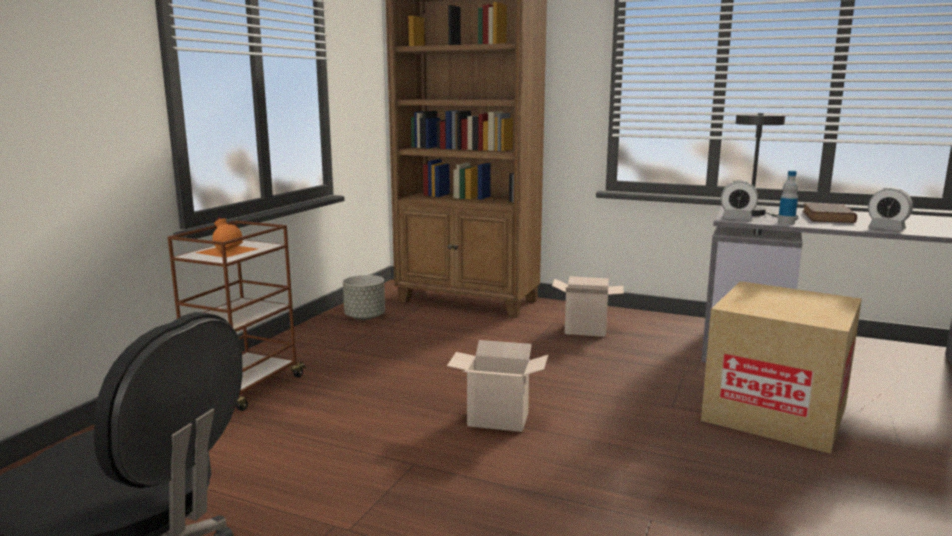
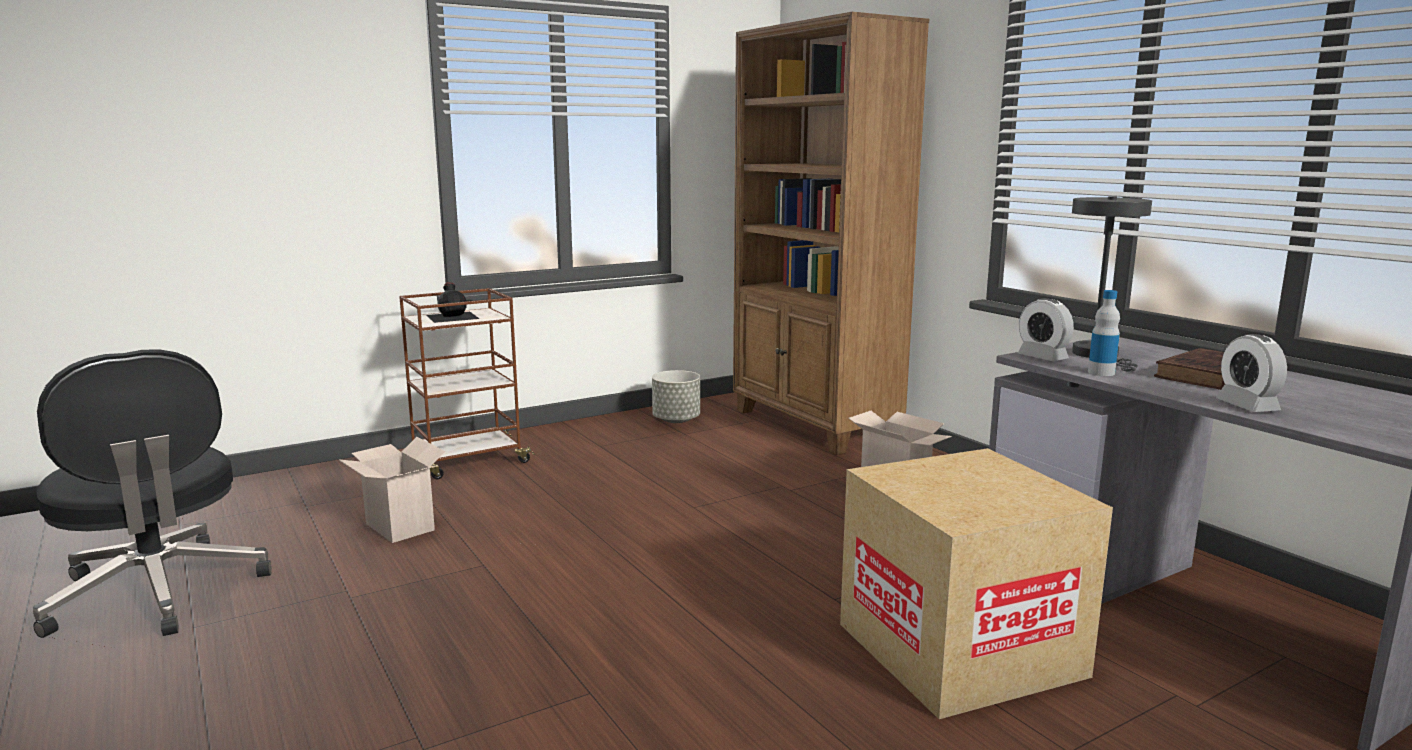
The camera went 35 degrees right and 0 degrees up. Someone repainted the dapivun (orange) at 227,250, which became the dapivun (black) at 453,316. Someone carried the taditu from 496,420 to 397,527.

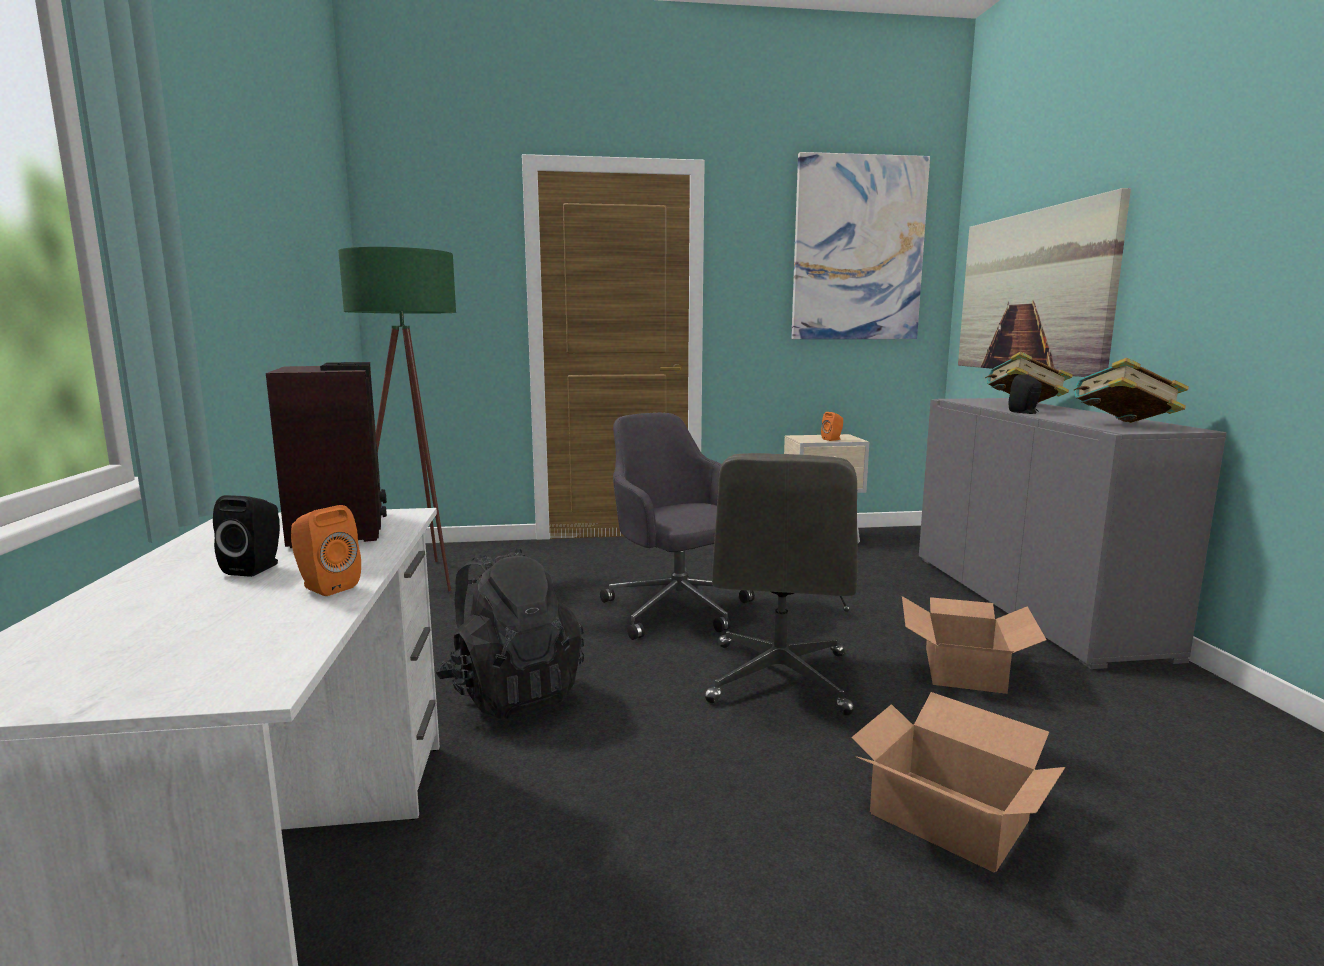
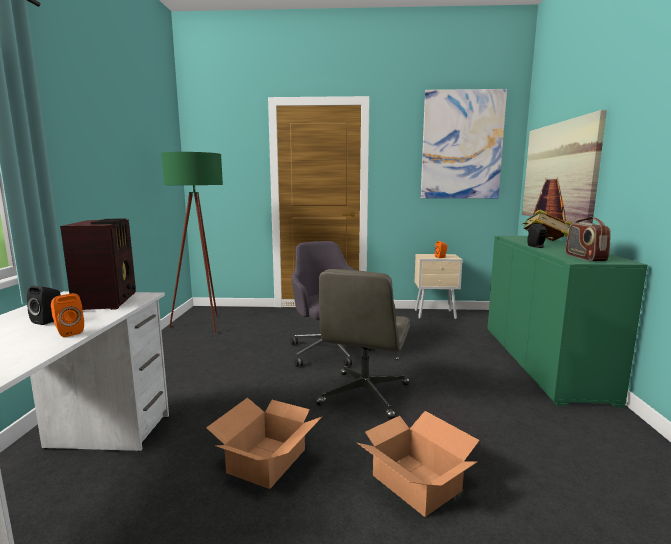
The camera went 10 degrees right and 0 degrees up. Someone took away the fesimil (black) at 512,694. Someone carried the taditu from 965,669 to 268,460. Someone repainted the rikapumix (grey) at 1029,602, which became the rikapumix (green) at 542,361. Someone swapped the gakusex at 1123,425 for the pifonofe at 584,258.

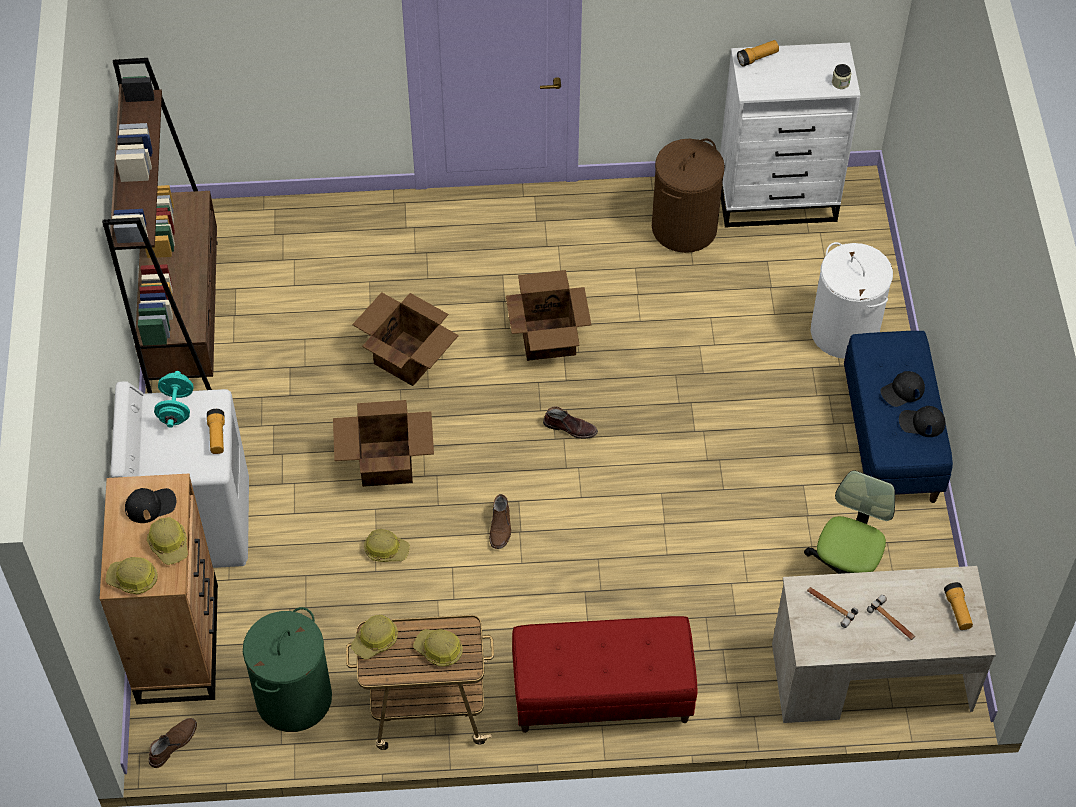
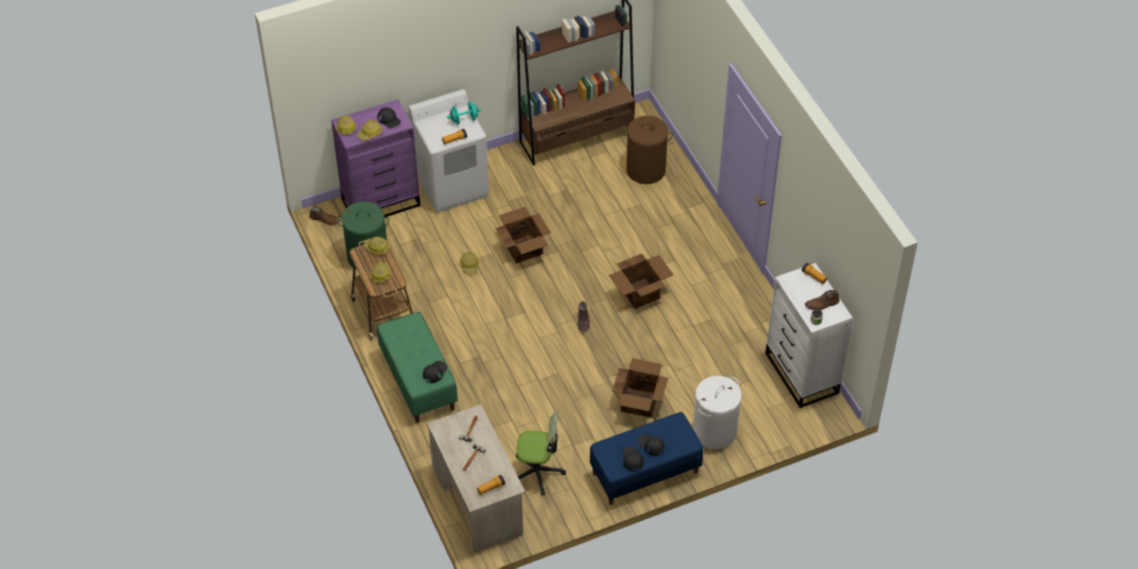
The camera went 70 degrees right and 5 degrees down. Someone repainted the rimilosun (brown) at 178,642, which became the rimilosun (purple) at 381,202. Someone carried the taditu from 407,357 to 639,402. Someone carried the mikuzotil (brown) from 500,527 to 822,304. Someone repainted the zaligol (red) at 601,695, which became the zaligol (green) at 418,381. Someone carried the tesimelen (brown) from 684,227 to 646,170. Someone put down the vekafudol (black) at 434,372.

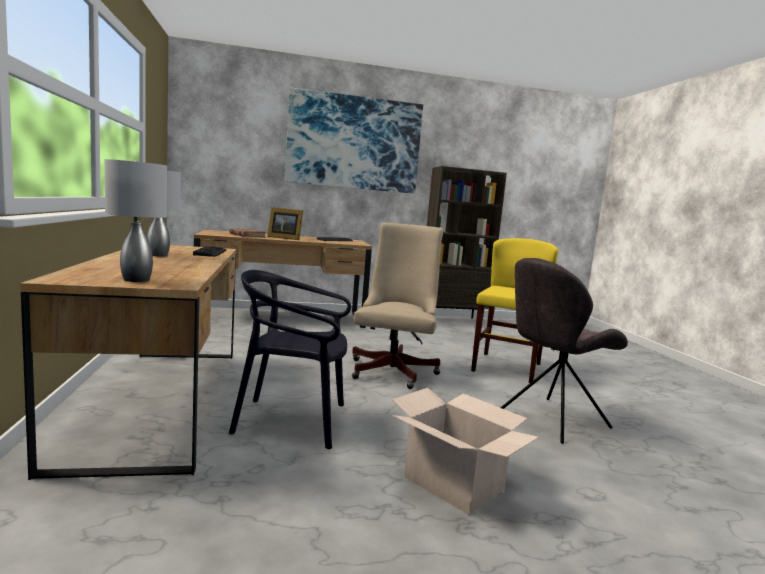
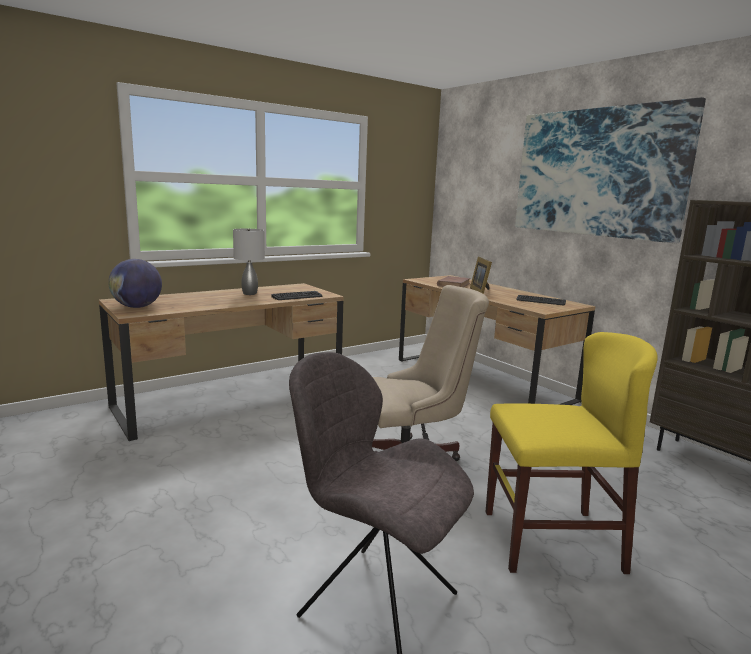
The camera went 65 degrees right and 5 degrees up. Someone swapped the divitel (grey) at 137,280 for the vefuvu at 137,307. Someone took away the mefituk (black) at 292,421. Someone took away the taditu at 452,484.

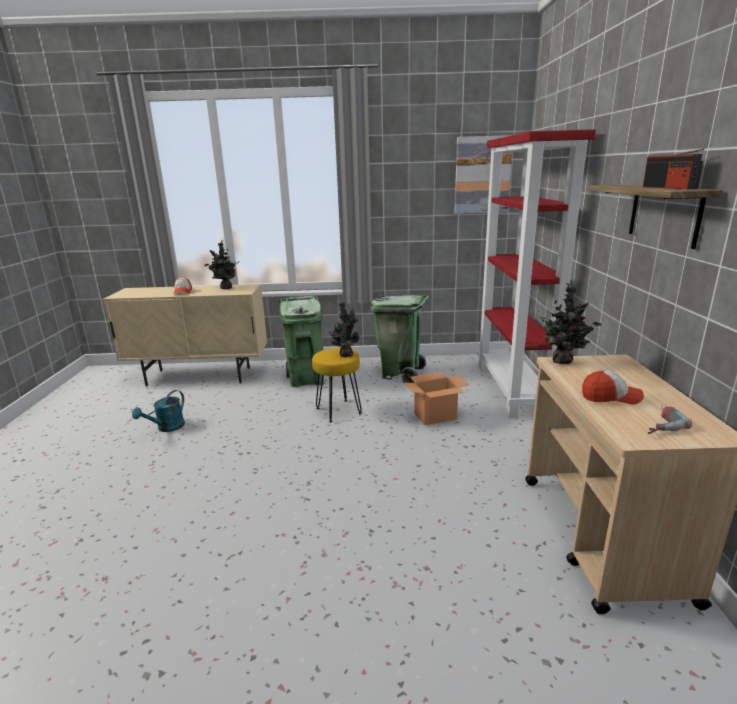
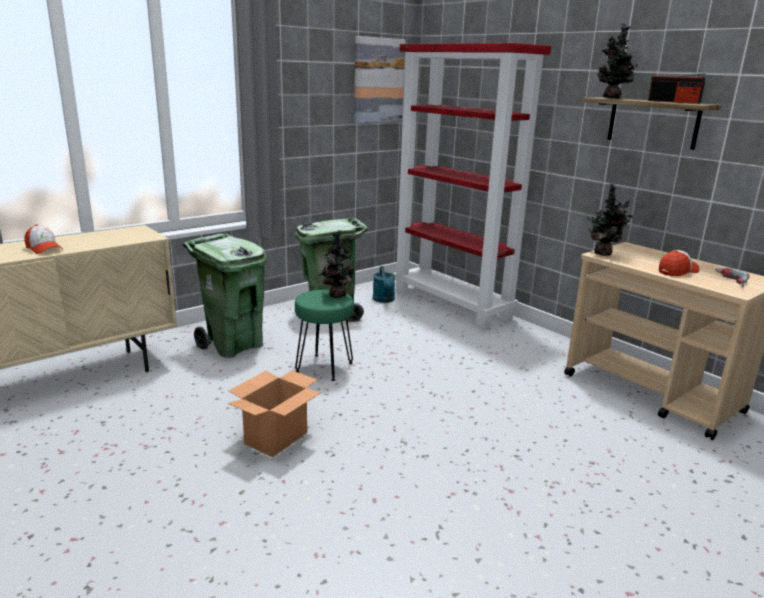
The camera went 40 degrees left and 0 degrees up. Someone carried the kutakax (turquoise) from 167,428 to 384,300. Someone carried the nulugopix from 225,288 to 612,98. Someone repainted the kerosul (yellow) at 338,410, which became the kerosul (green) at 324,367. Someone carried the taditu from 435,416 to 276,438.

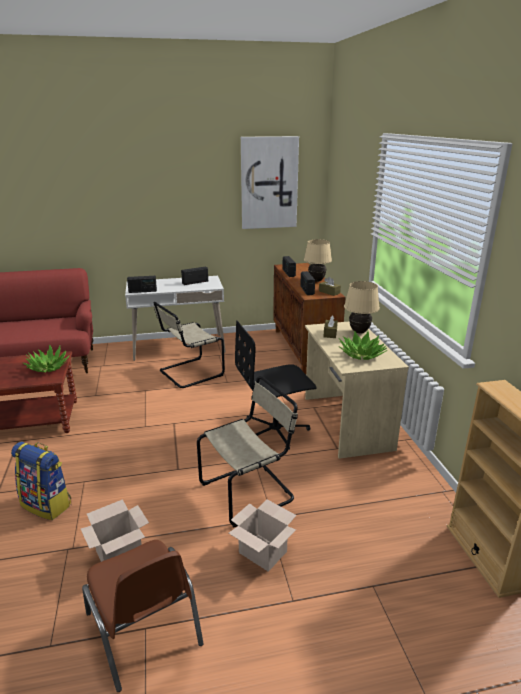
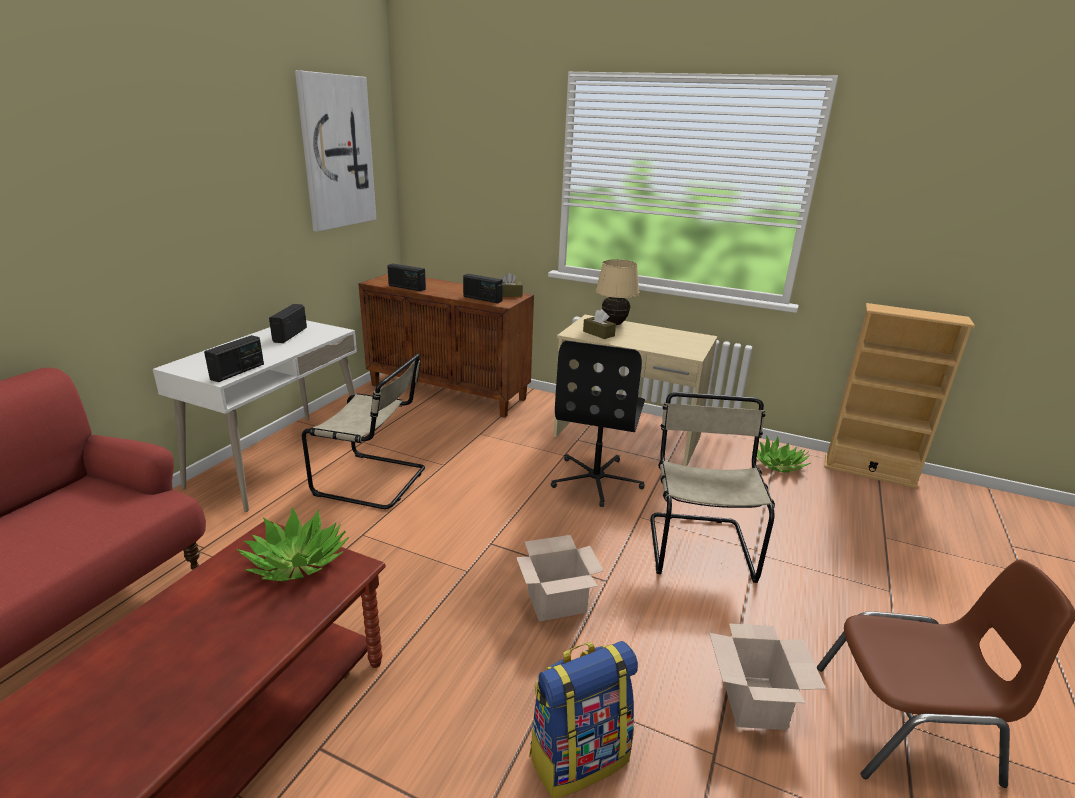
The camera went 55 degrees left and 0 degrees up. Someone rotated the mefituk (beige) at 189,373 by 75 degrees counterclockwise. Someone carried the taditu from 264,552 to 557,601. Someone took away the divitel (beige) at 316,281. Someone carried the nulugopix from 361,355 to 778,465.

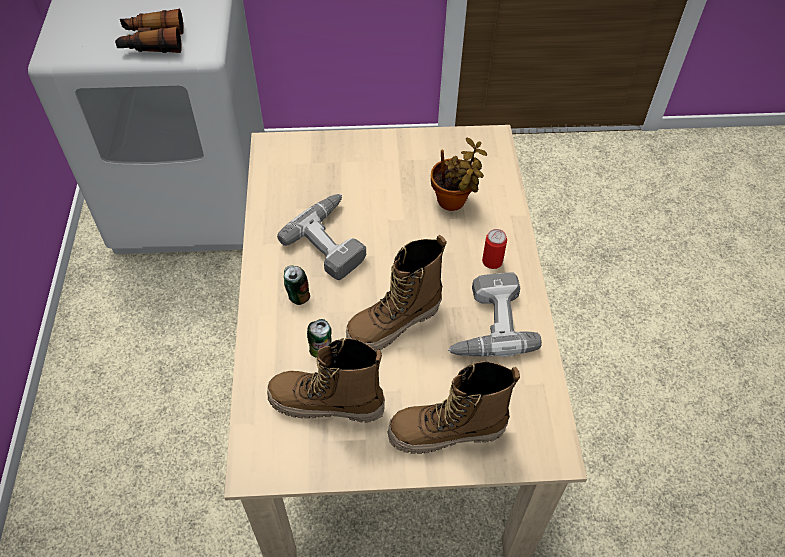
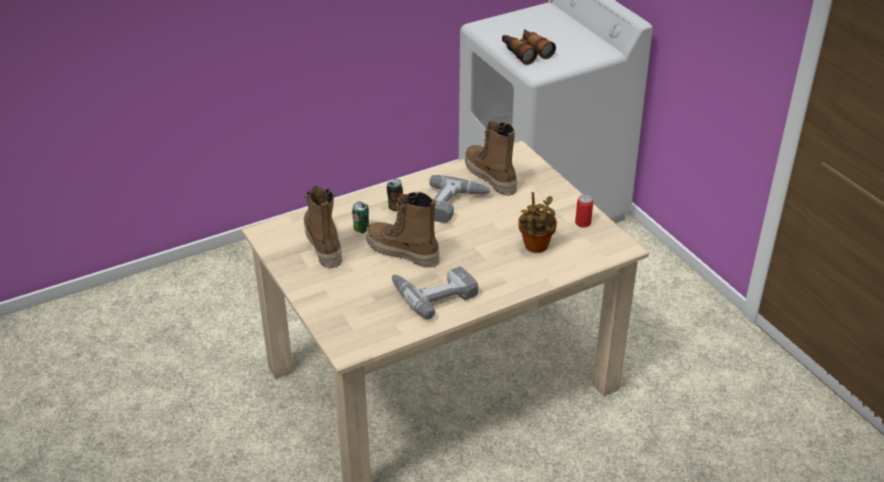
The camera went 65 degrees right and 15 degrees down. Someone carried the mikuzotil from 446,433 to 490,177. Someone carried the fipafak from 492,261 to 583,223.

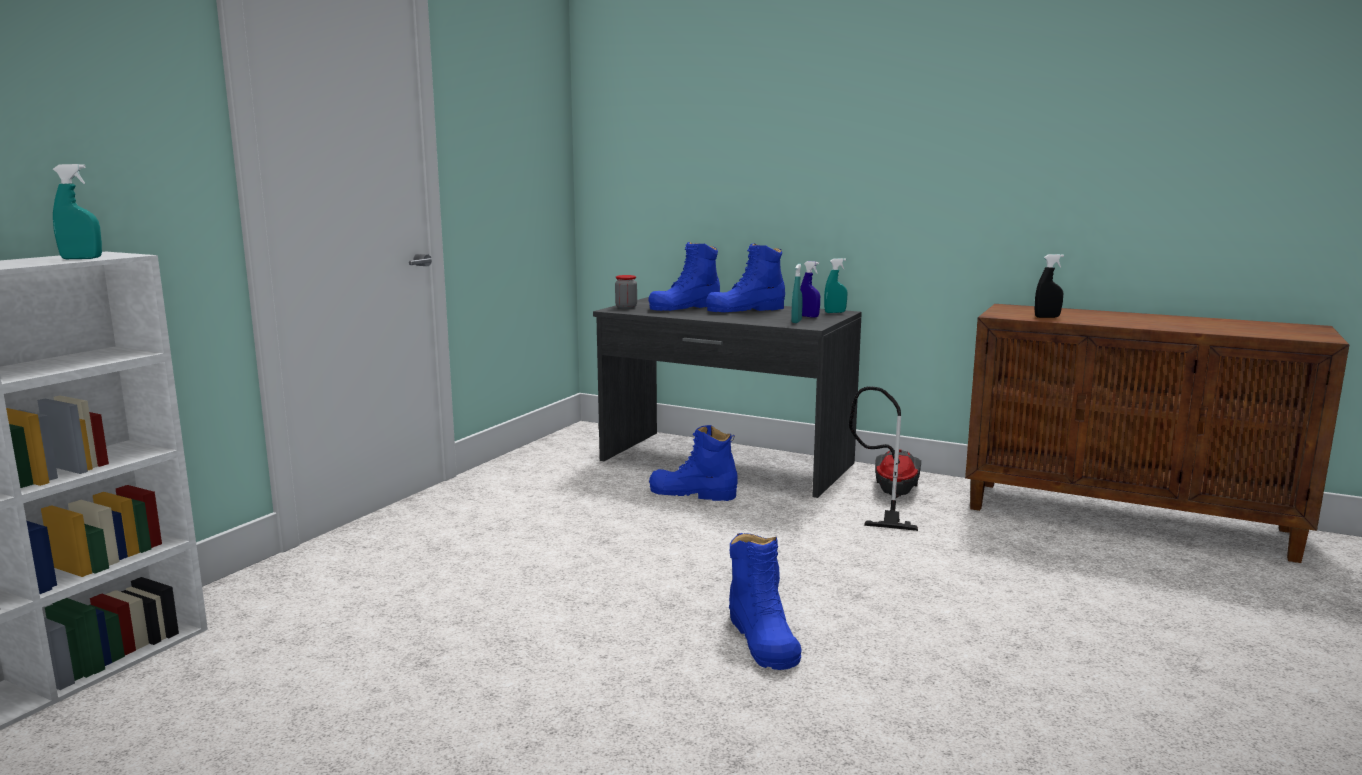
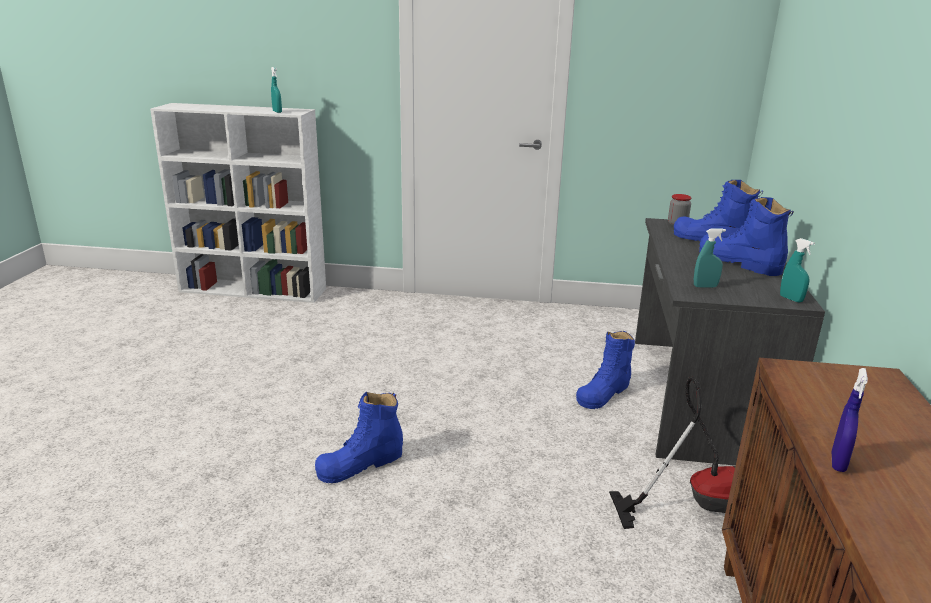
The camera went 70 degrees right and 10 degrees up. Someone rotated the mikuzotil (blue) at 692,493 by 135 degrees counterclockwise. Someone carried the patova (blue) from 809,316 to 838,462. Someone took away the patova (black) at 1047,317.

